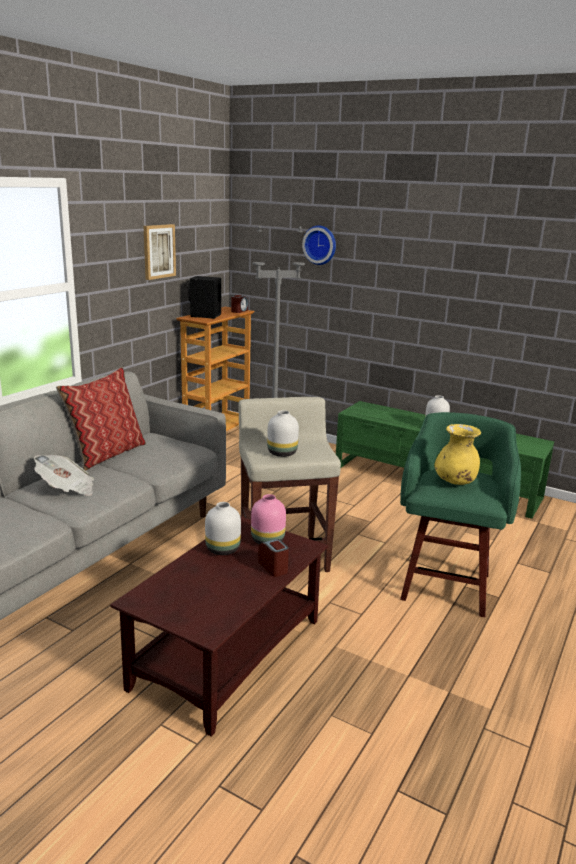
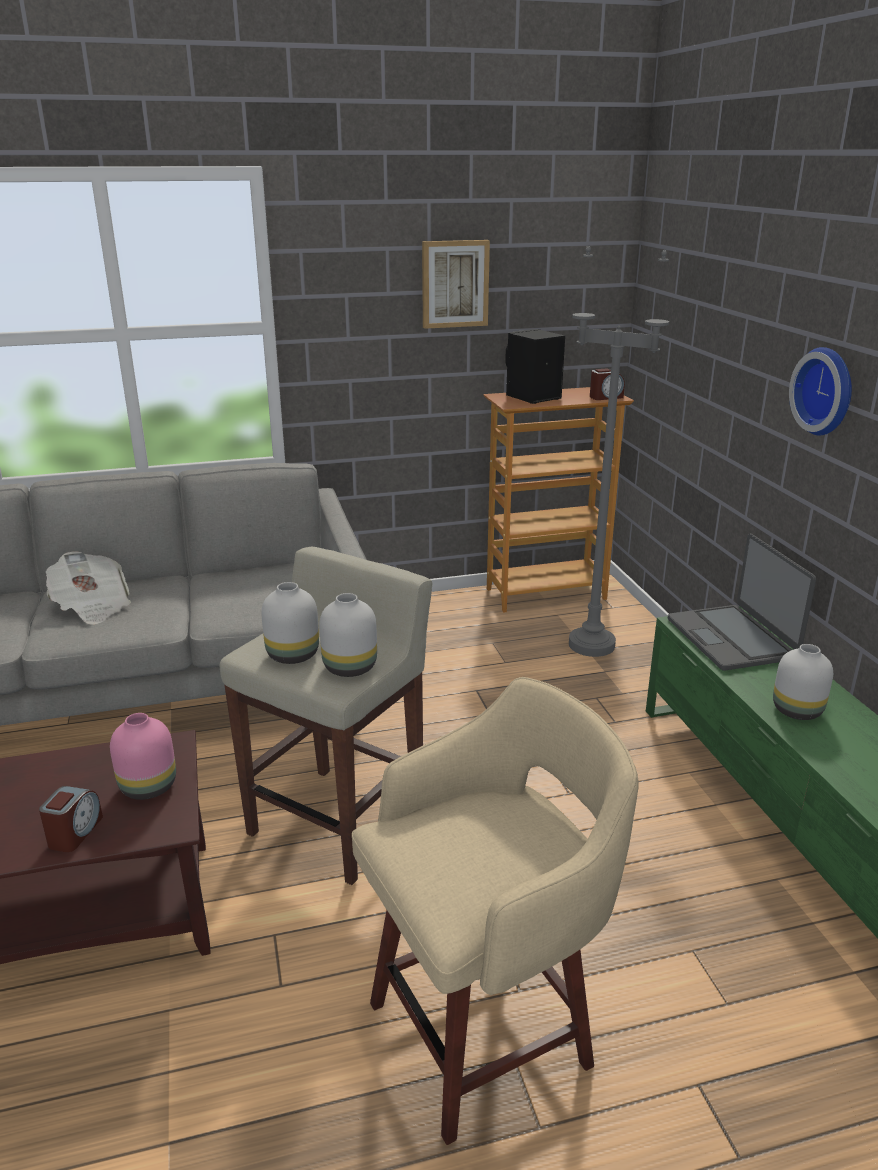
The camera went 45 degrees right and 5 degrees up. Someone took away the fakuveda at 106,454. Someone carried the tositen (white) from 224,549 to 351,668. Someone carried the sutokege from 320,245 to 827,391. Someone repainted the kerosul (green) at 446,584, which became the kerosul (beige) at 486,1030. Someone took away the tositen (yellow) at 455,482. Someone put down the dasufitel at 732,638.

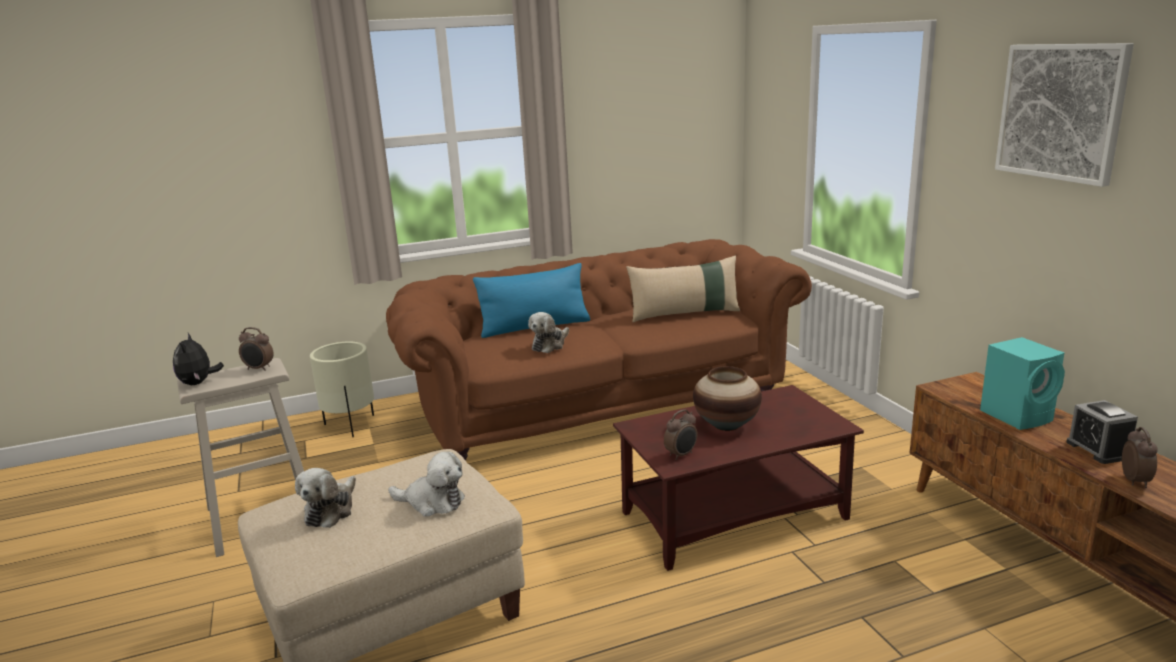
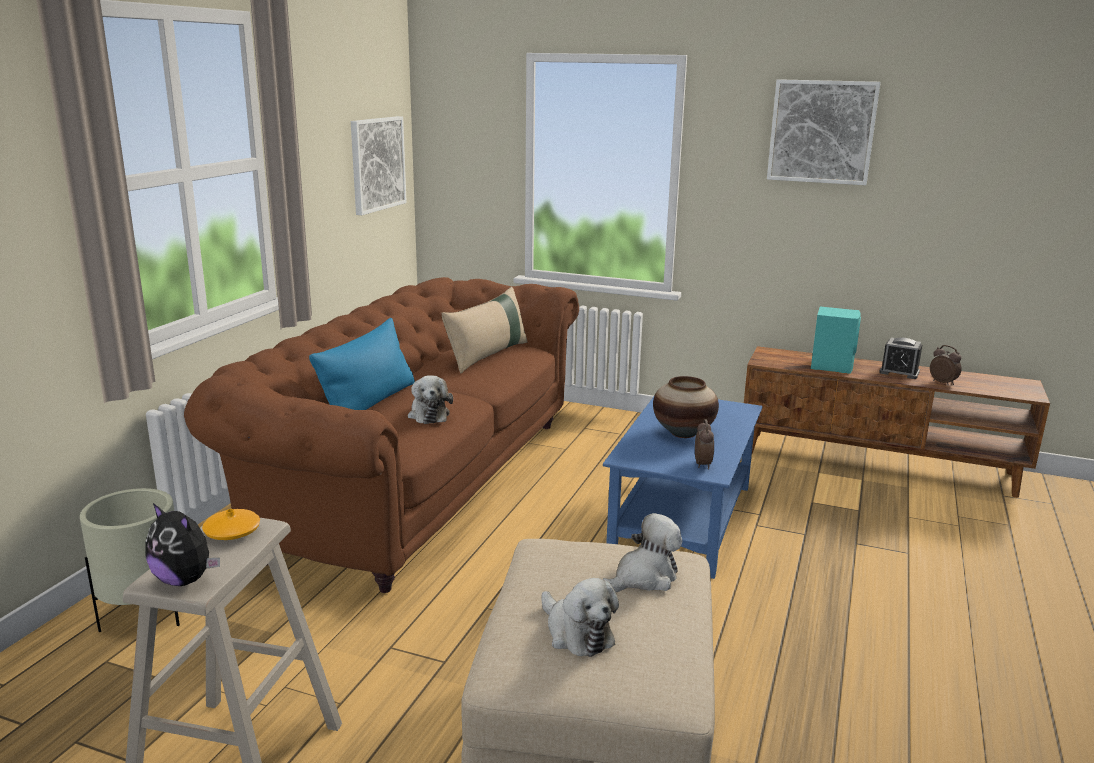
The camera went 50 degrees left and 0 degrees up. Someone swapped the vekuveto at 259,369 for the tositen (orange) at 232,532. Someone repainted the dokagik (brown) at 735,515, which became the dokagik (blue) at 682,519. Someone put up the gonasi at 377,164.

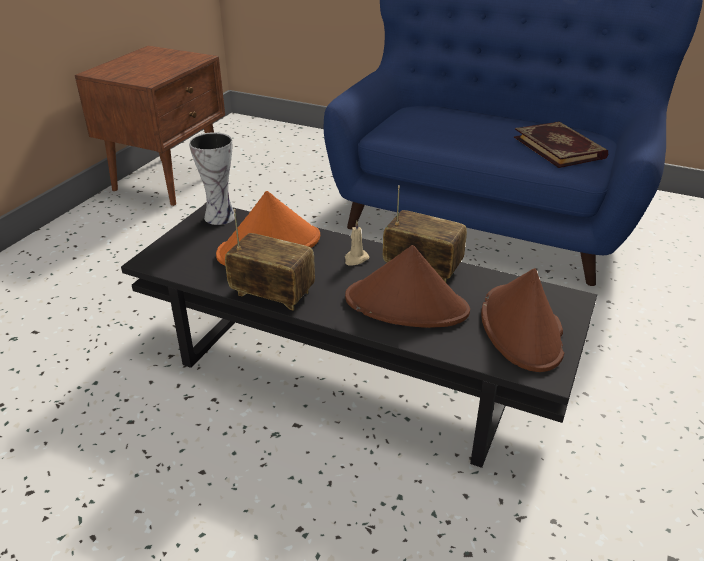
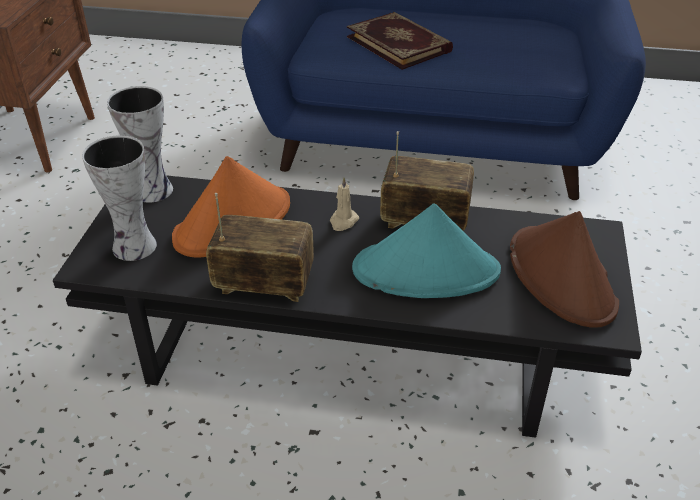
The camera went 15 degrees left and 5 degrees up. Someone repainted the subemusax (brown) at 407,305, which became the subemusax (turquoise) at 426,271. Someone carried the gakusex from 560,147 to 399,43. Someone put down the tositen at 132,247.

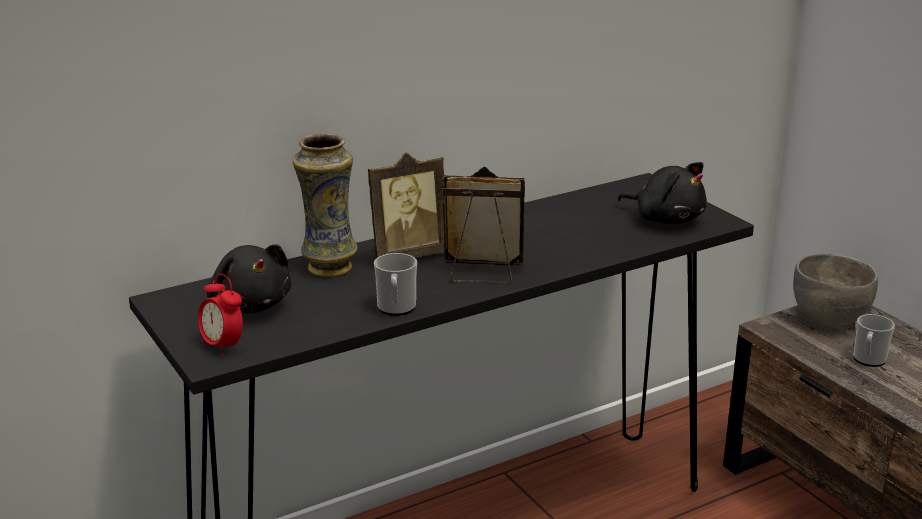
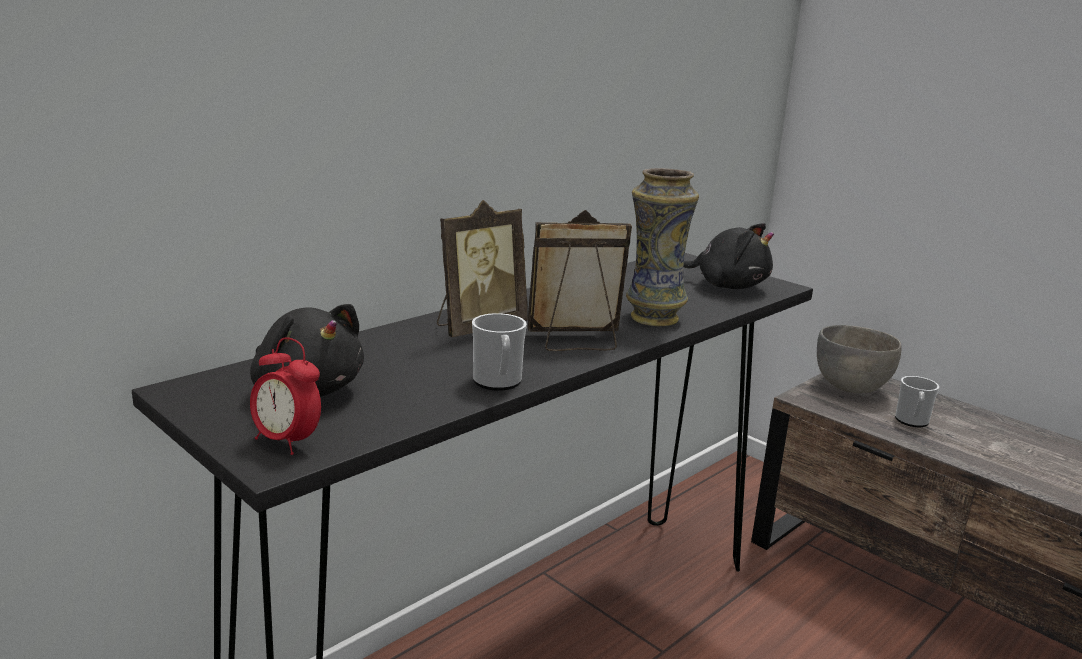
The camera went 15 degrees left and 5 degrees down. Someone carried the tositen from 328,267 to 652,318.

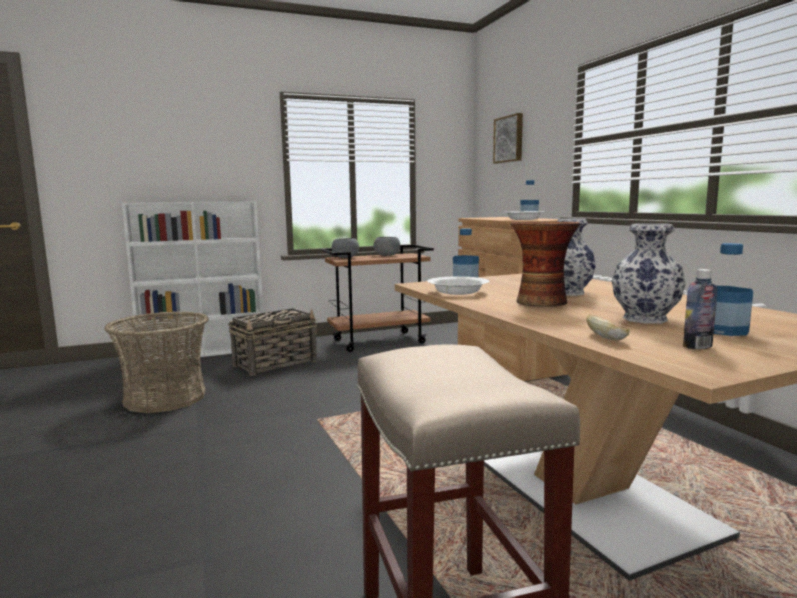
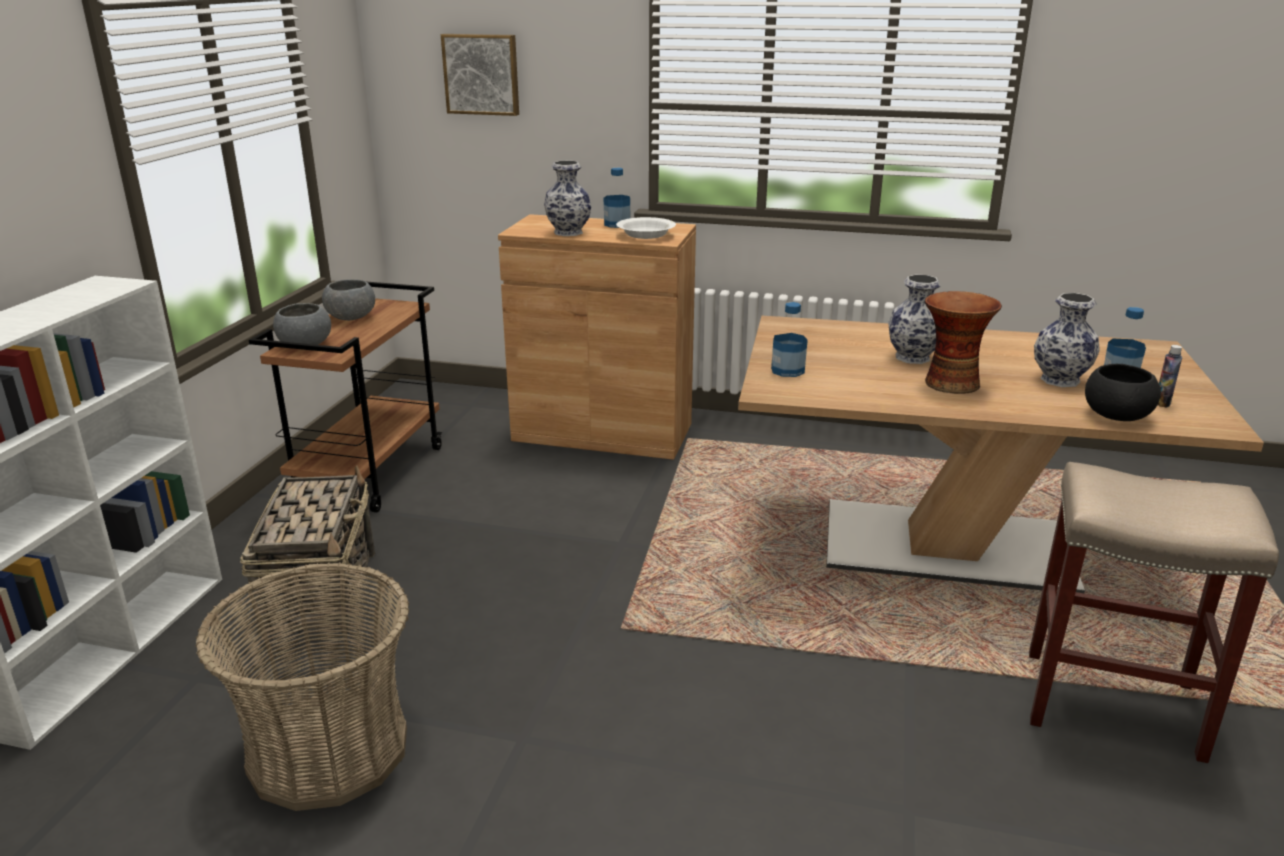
The camera went 55 degrees left and 15 degrees up. Someone took away the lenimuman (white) at 457,292. Someone swapped the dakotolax at 606,337 for the lenimuman (black) at 1116,415. Someone put down the tositen at 568,232.

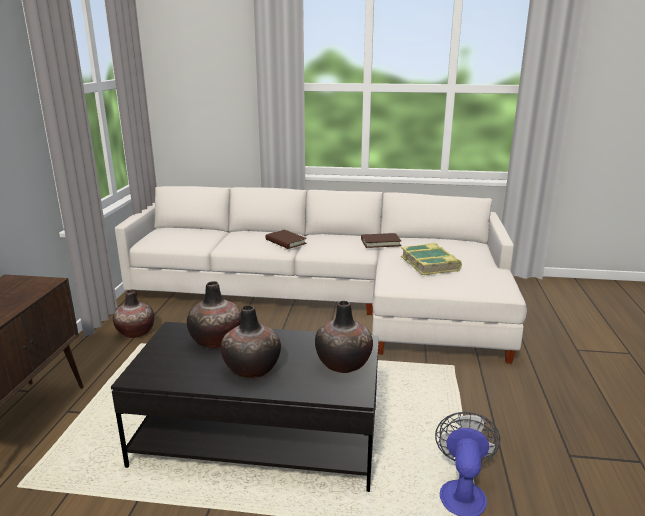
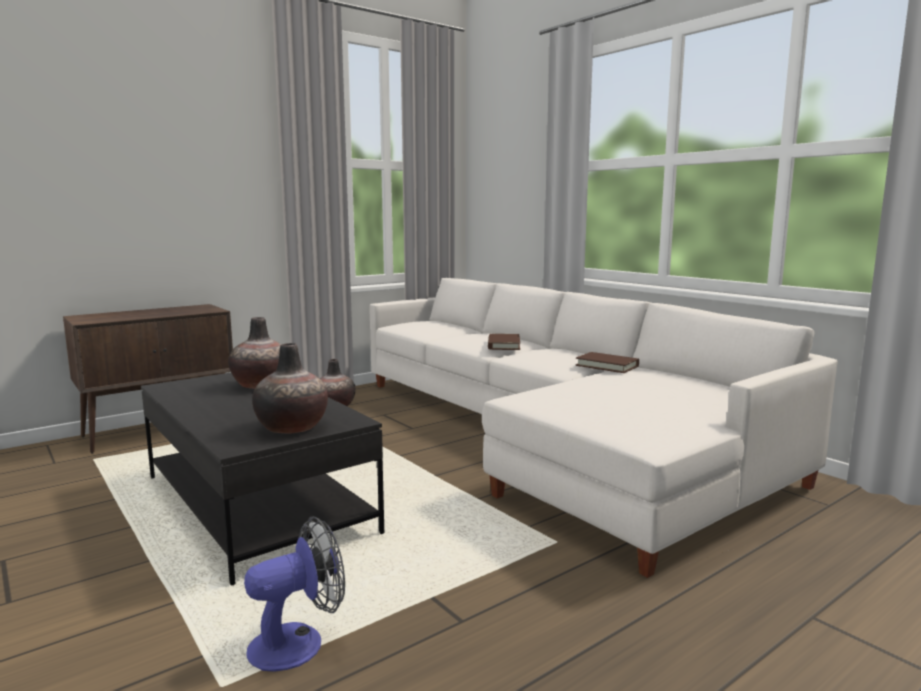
The camera went 45 degrees right and 10 degrees down. Someone took away the tositen at 252,368. Someone took away the gakusex at 430,264.

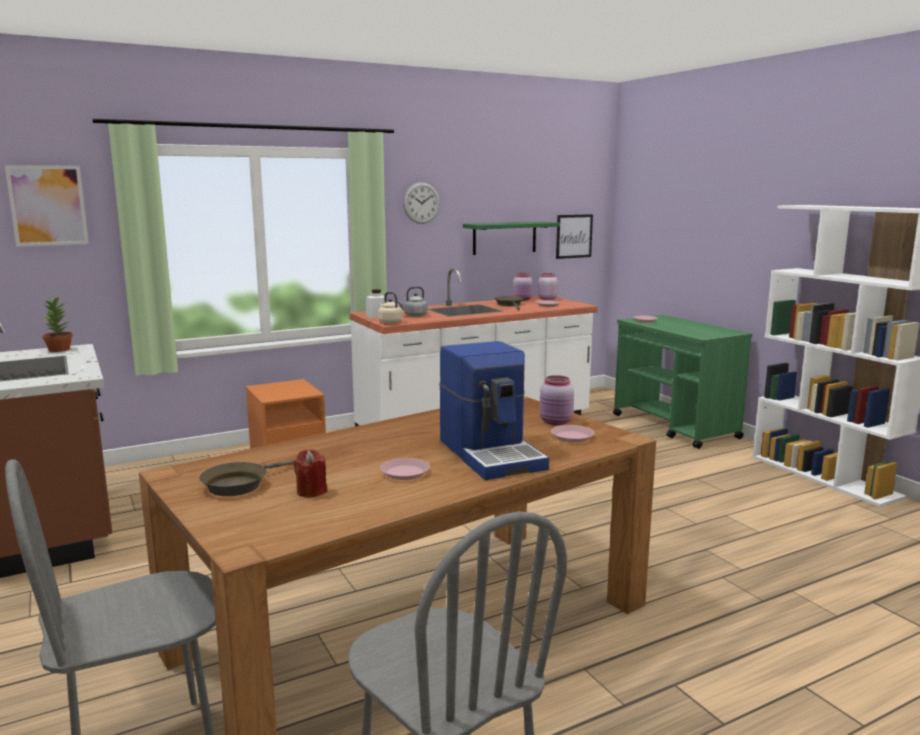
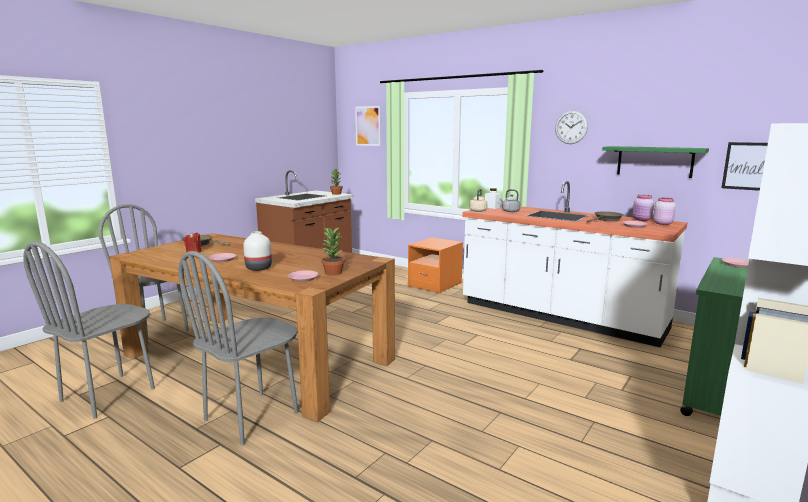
The camera went 65 degrees right and 0 degrees up. Someone swapped the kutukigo at 492,454 for the tositen (white) at 259,268. Someone swapped the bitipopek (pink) at 556,422 for the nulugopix at 333,272. Someone put down the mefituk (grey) at 252,416.

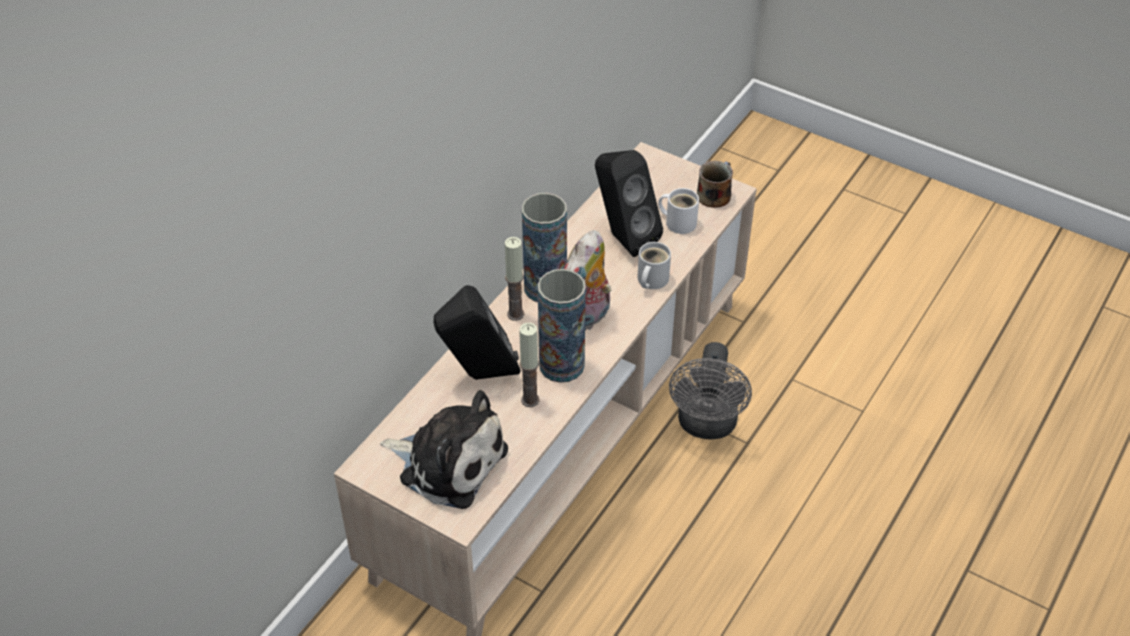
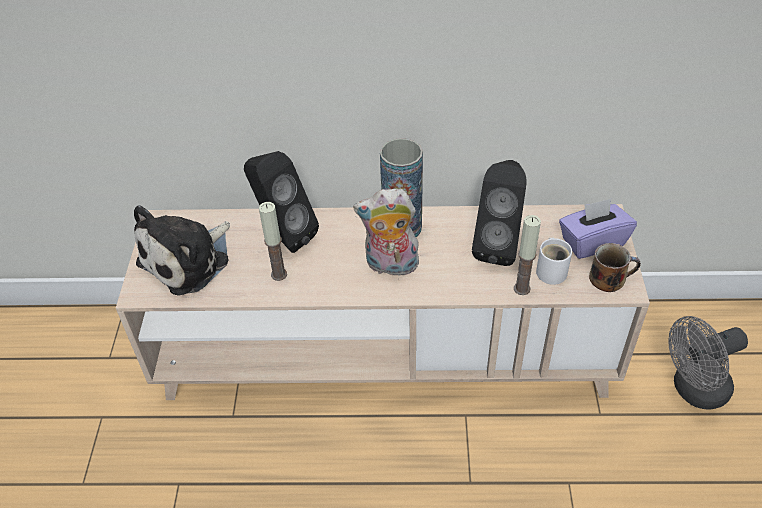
The camera went 60 degrees right and 0 degrees up. Someone rotated the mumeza at 448,462 by 45 degrees clockwise. Someone carried the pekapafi from 515,314 to 521,288. Someone took away the tositen at 561,365. Someone took away the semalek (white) at 650,280. Someone carried the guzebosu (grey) from 706,426 to 693,390. Someone put down the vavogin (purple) at 592,242.

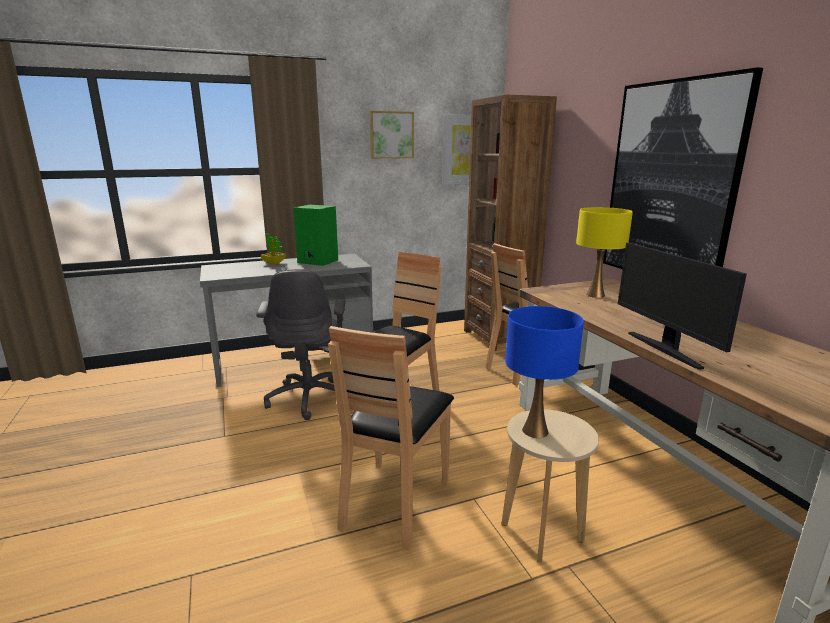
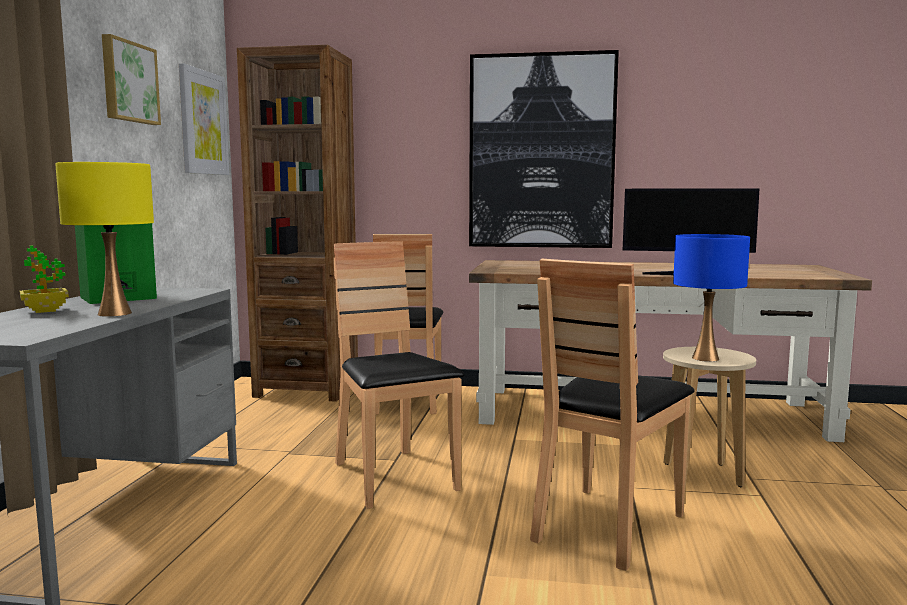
The camera went 60 degrees left and 10 degrees down. Someone took away the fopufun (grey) at 309,397. Someone rotated the mefituk (brown) at 395,502 by 75 degrees clockwise. Someone carried the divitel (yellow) from 595,295 to 114,314.

